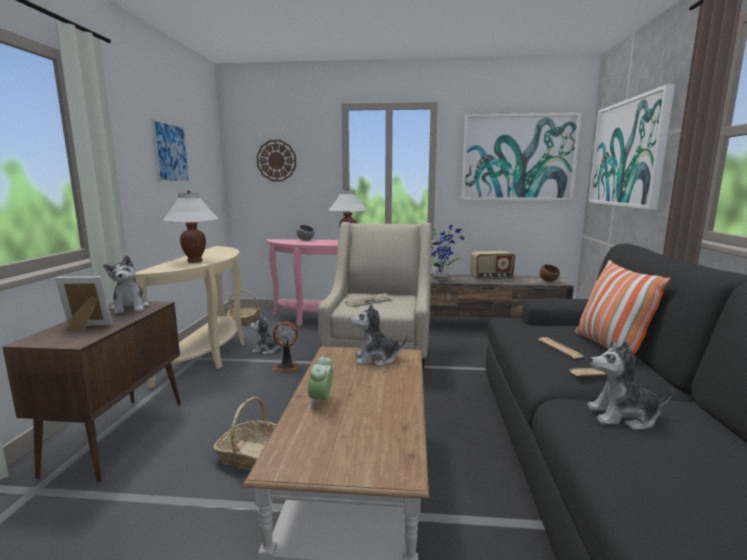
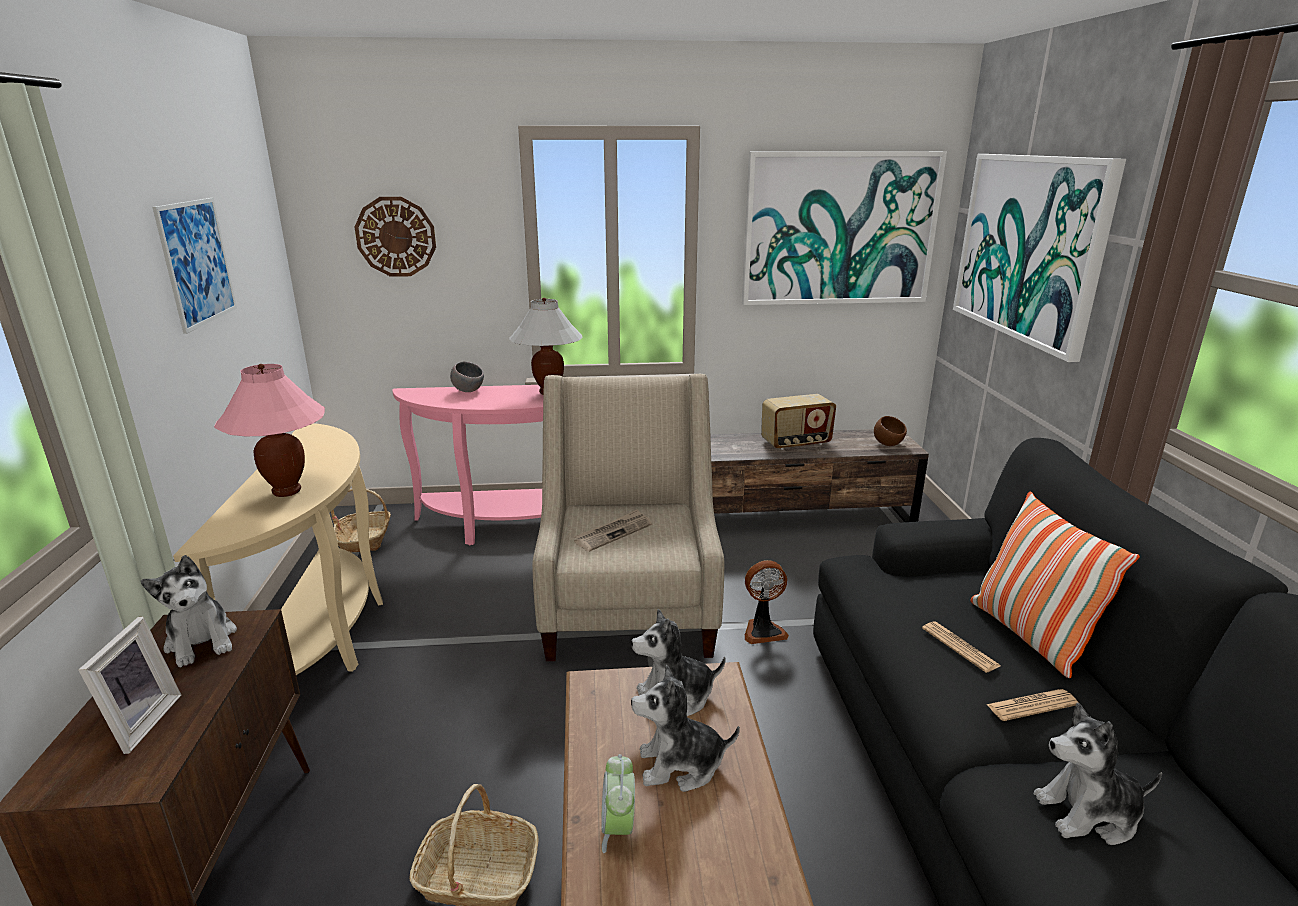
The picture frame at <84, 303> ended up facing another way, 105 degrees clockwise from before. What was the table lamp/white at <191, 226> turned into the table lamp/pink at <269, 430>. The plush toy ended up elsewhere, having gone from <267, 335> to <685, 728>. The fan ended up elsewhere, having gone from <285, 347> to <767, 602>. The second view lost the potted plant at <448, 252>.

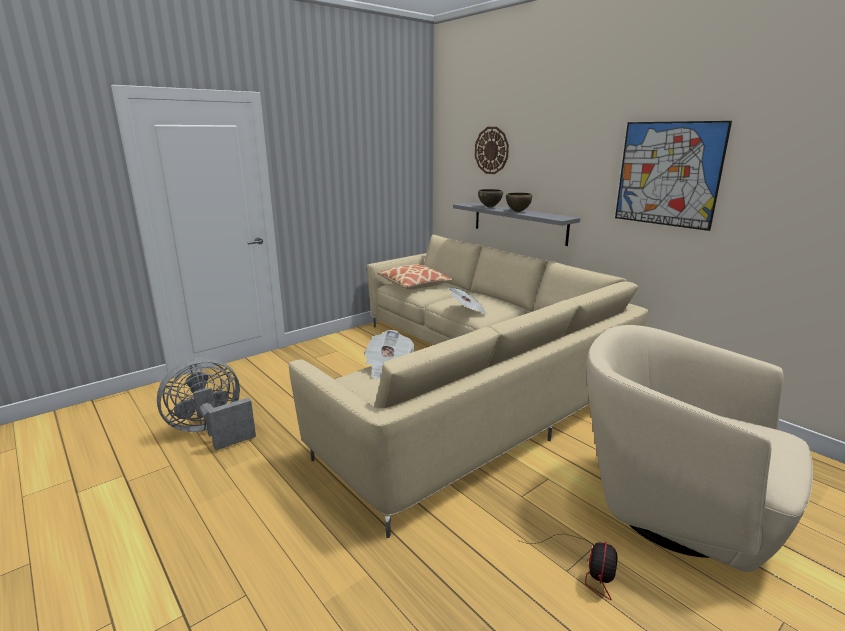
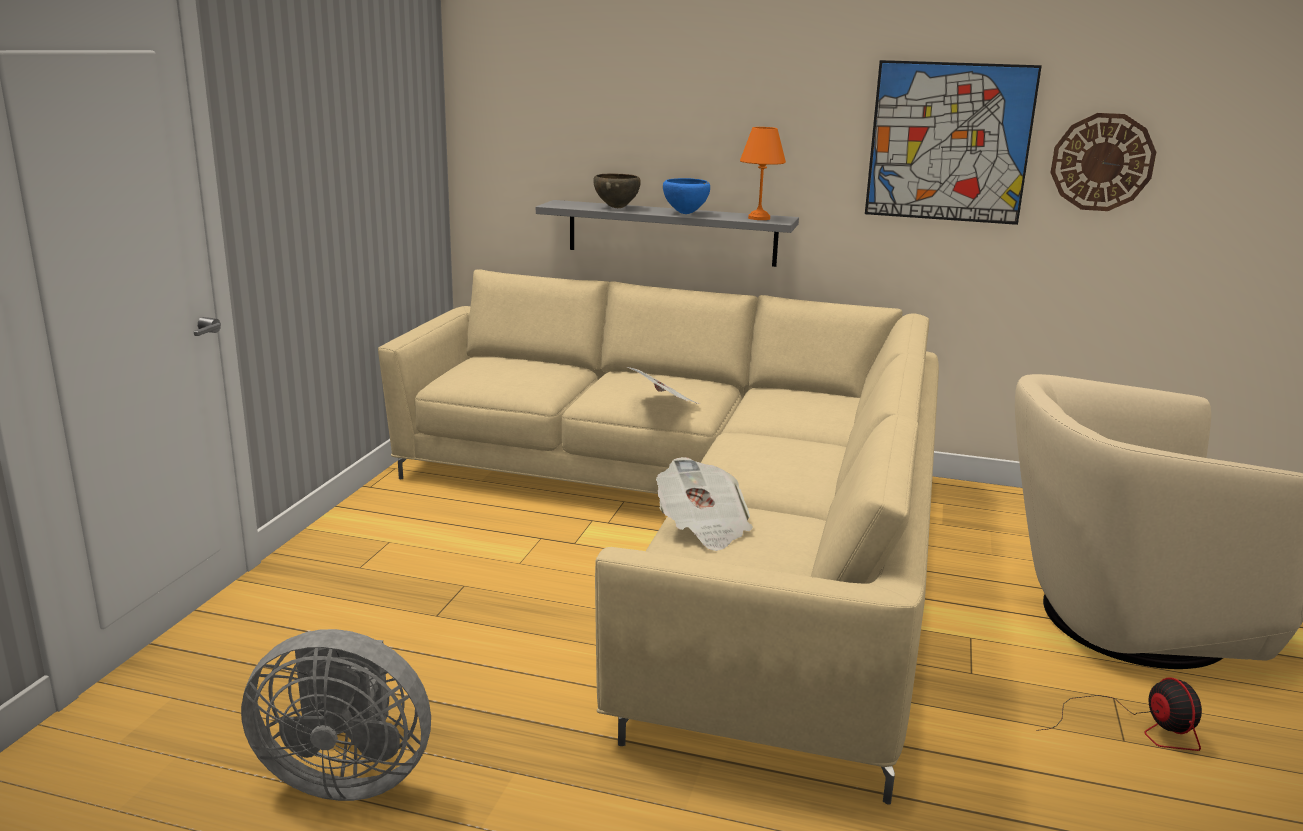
The fan/grey at <206, 403> ended up facing another way, 105 degrees counterclockwise from before. What was the bowl/brown at <519, 202> turned into the bowl/blue at <686, 196>. The second view gained the table lamp/orange at <763, 173>. The wall clock ended up elsewhere, having gone from <492, 150> to <1103, 162>. The second view lost the pillow at <415, 276>.

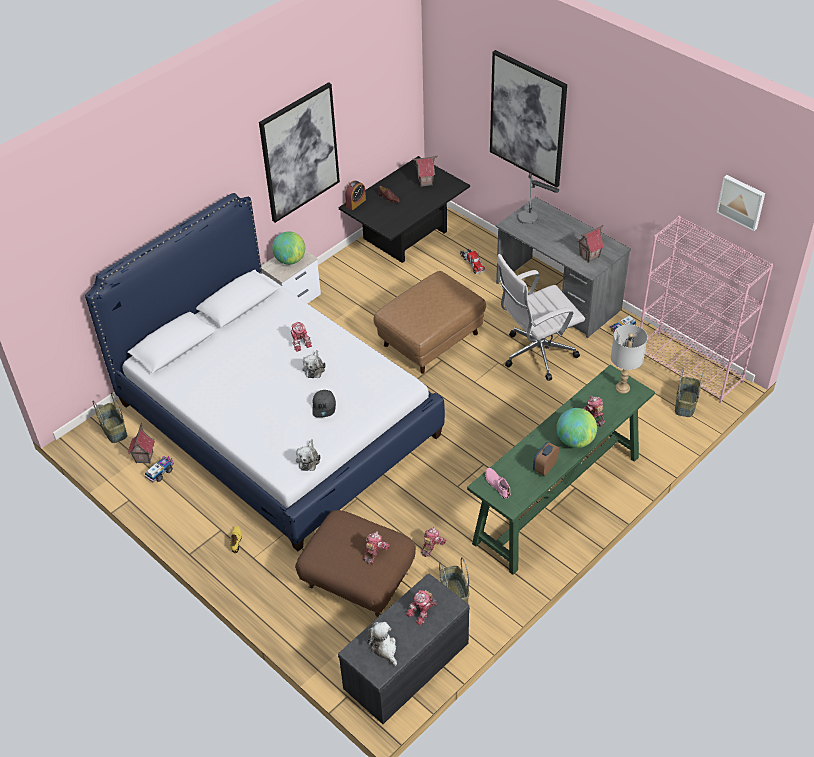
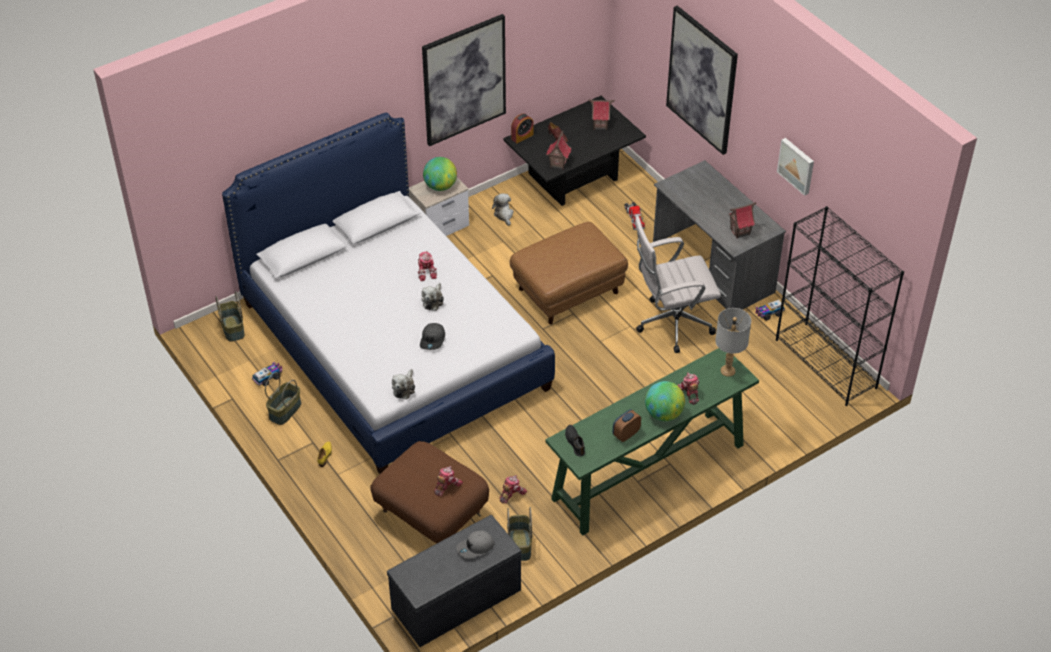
The basket ended up elsewhere, having gone from <689, 392> to <283, 398>. Where the toy robot stood at <421, 607>, the cap/grey came to stand at <475, 545>. The plush toy ended up elsewhere, having gone from <382, 644> to <503, 209>. The toy house ended up elsewhere, having gone from <141, 444> to <558, 150>. What was the shoe/pink at <498, 483> turned into the shoe/black at <575, 441>. What was the bookcase/pink at <706, 309> turned into the bookcase/black at <840, 306>. The picture ended up elsewhere, having gone from <741, 203> to <795, 167>. The second view lost the table lamp at <538, 198>.

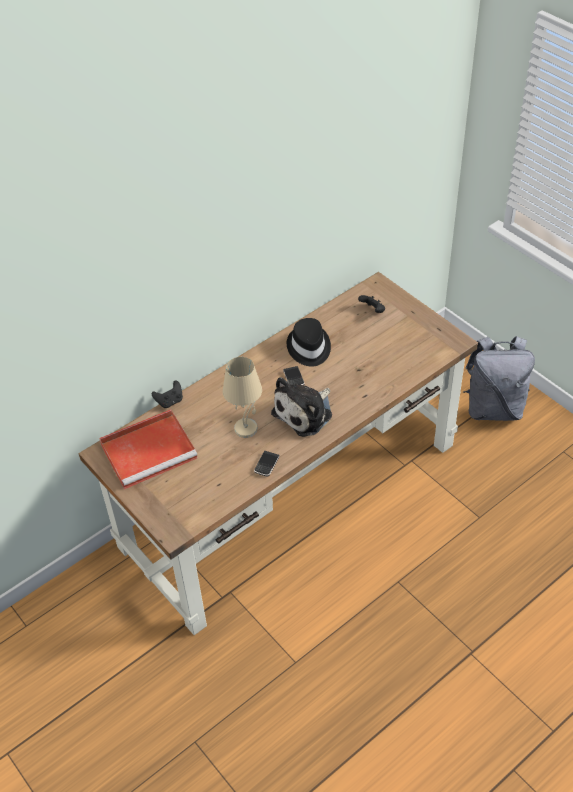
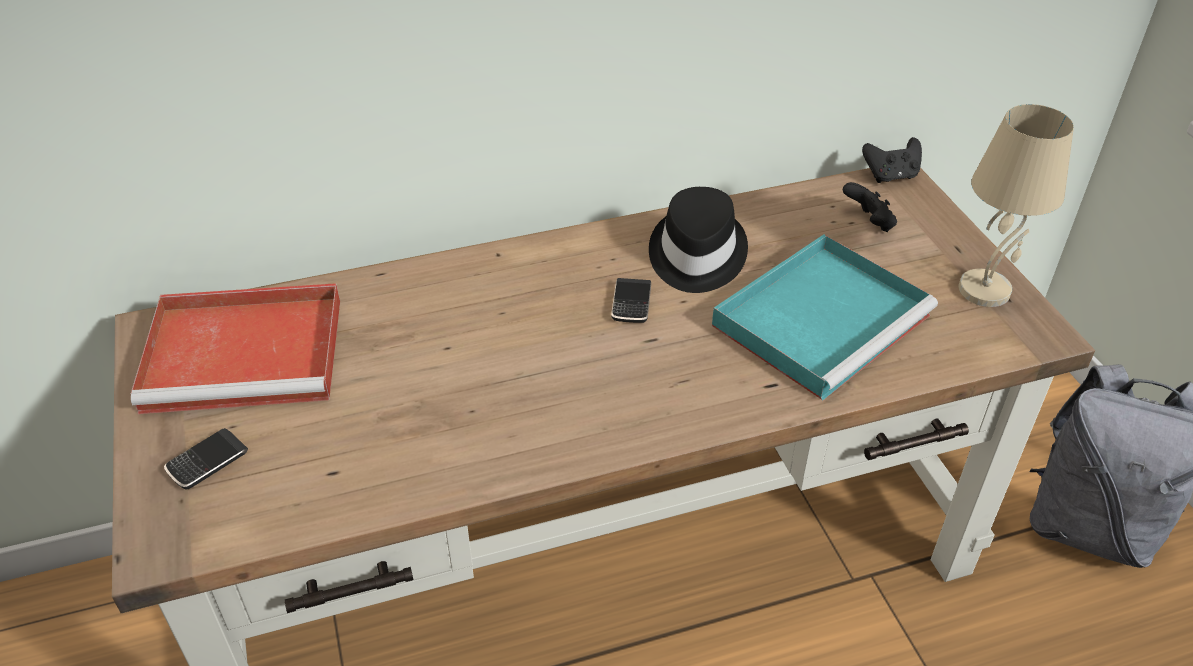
The phone ended up elsewhere, having gone from <266, 463> to <206, 458>. The second view gained the tray/turquoise at <825, 317>. The game controller/black ended up elsewhere, having gone from <167, 394> to <892, 160>. The table lamp/beige ended up elsewhere, having gone from <242, 397> to <1016, 205>. The second view lost the plush toy at <301, 407>.

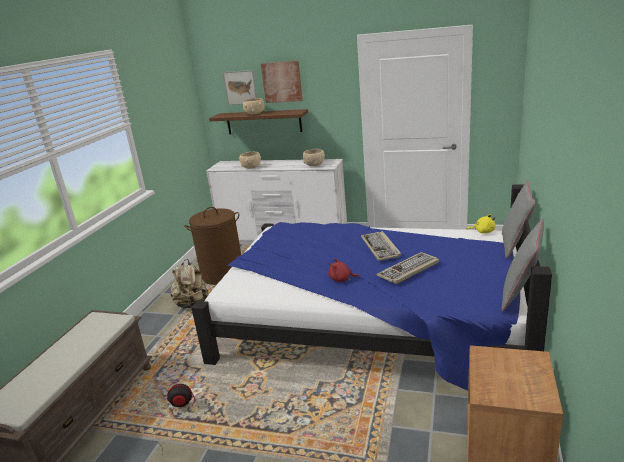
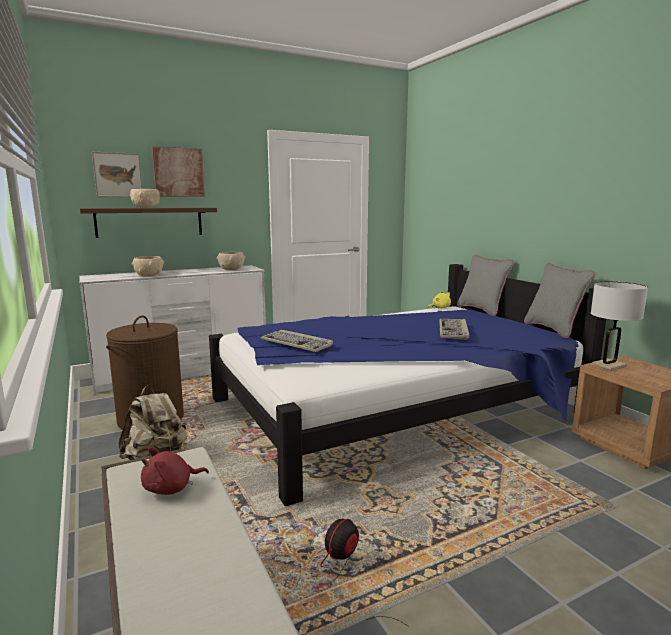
The plush toy/red ended up elsewhere, having gone from <344, 270> to <175, 471>. The keyboard ended up elsewhere, having gone from <381, 246> to <296, 341>. The second view gained the table lamp/white at <619, 326>.

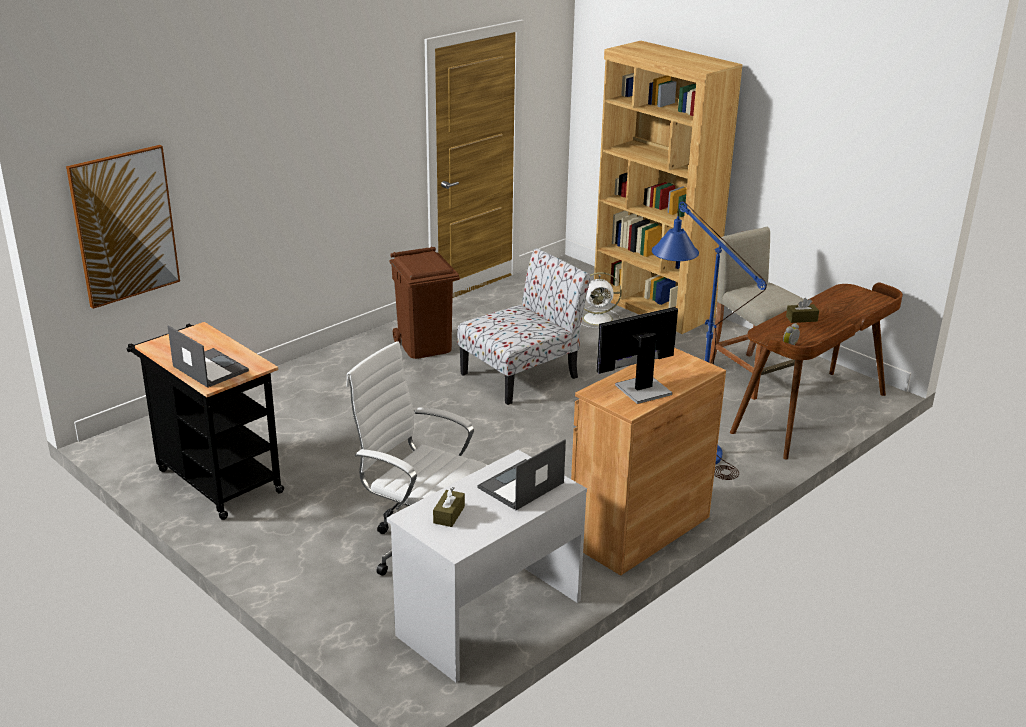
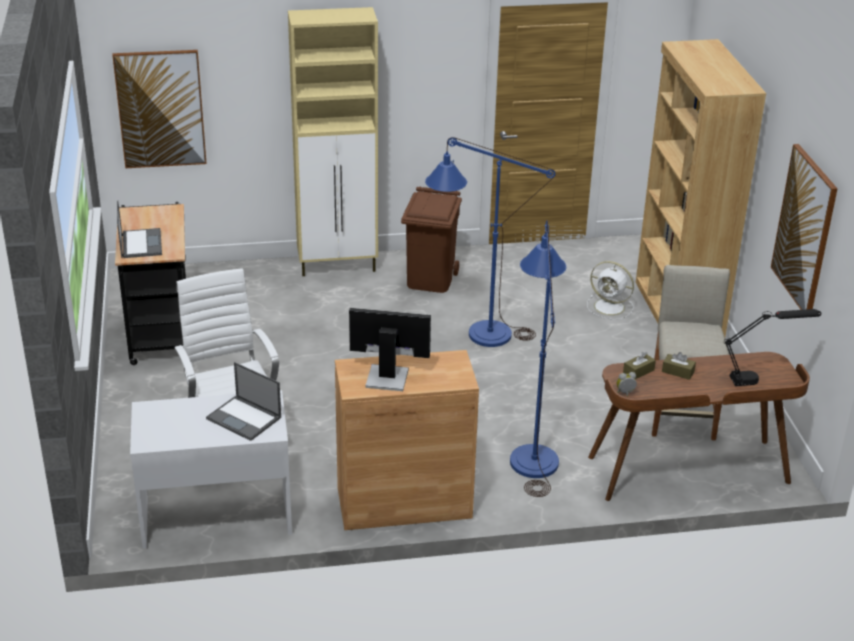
The laptop at <522, 474> ended up facing another way, 135 degrees counterclockwise from before. The second view gained the cabinet/beige at <333, 141>. Where the chair stood at <524, 326>, the floor lamp/blue came to stand at <490, 242>. The tissue box/brown ended up elsewhere, having gone from <449, 507> to <639, 365>. The second view gained the table lamp/black at <772, 347>. The second view gained the picture at <804, 227>.

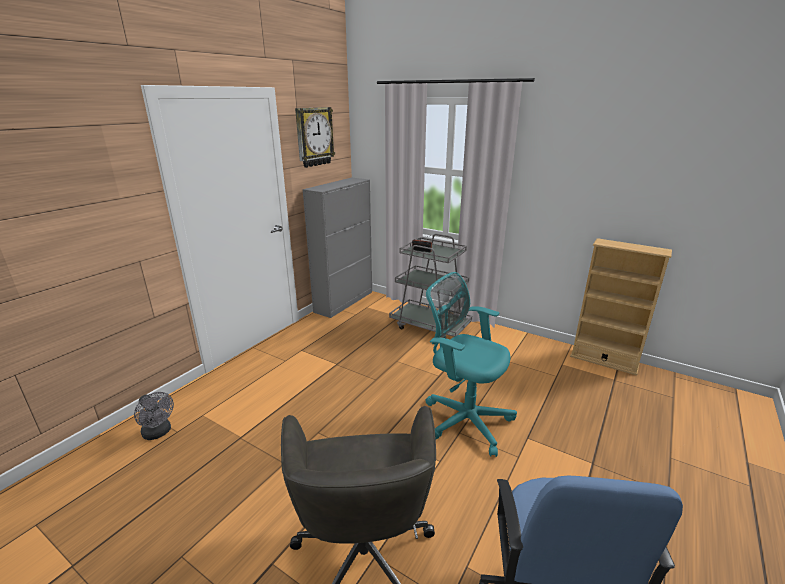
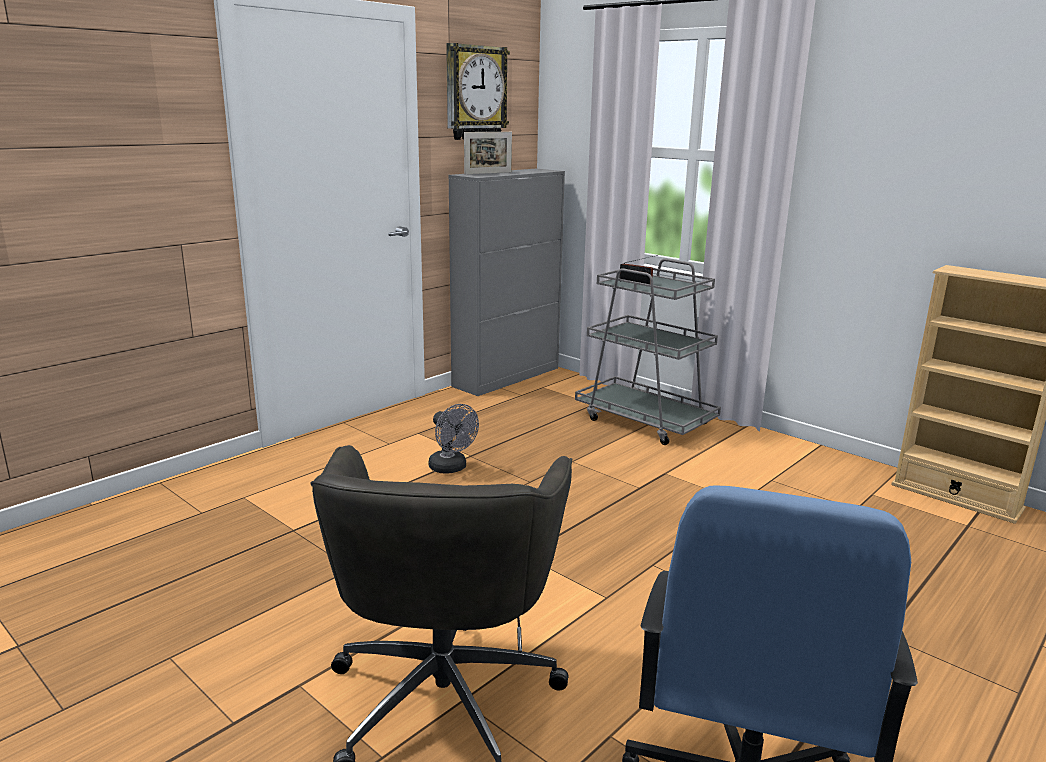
The fan/grey ended up elsewhere, having gone from <154, 416> to <454, 439>. The second view gained the picture frame at <488, 153>. The second view lost the office chair/turquoise at <471, 364>.

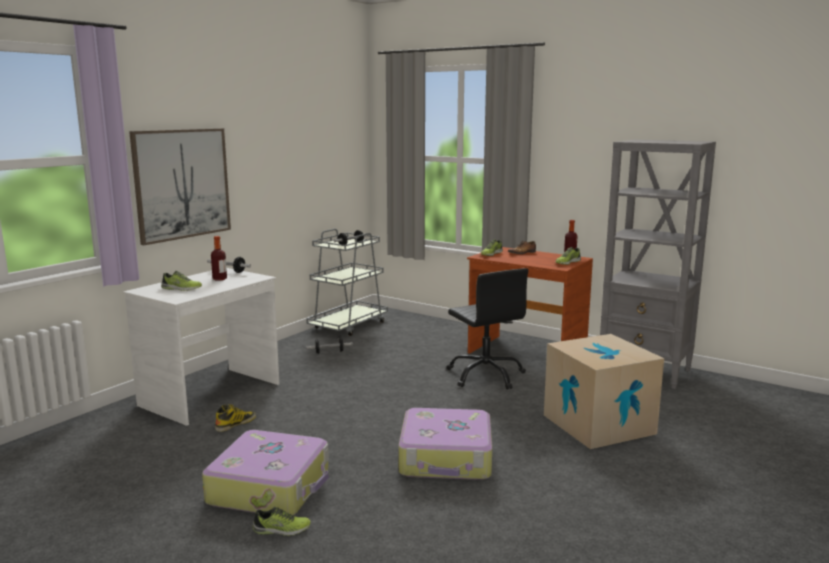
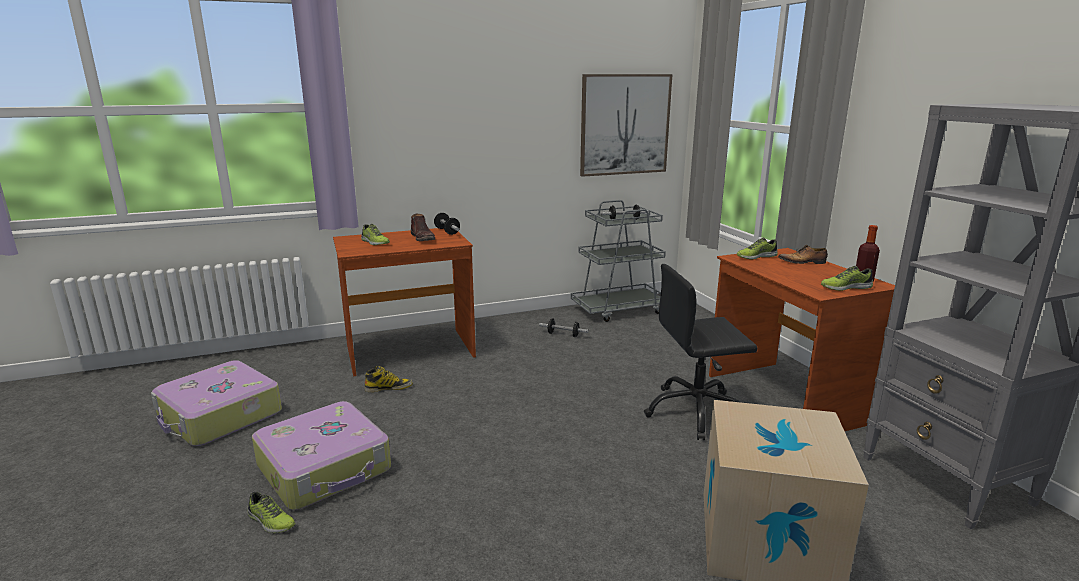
The suitcase ended up elsewhere, having gone from <445, 444> to <216, 403>. What was the desk/white at <201, 347> turned into the desk/brown at <404, 302>. Where the bottle stood at <219, 258>, the boot/brown came to stand at <423, 227>. The picture ended up elsewhere, having gone from <180, 186> to <626, 125>. The office chair/black at <487, 329> ended up facing another way, 75 degrees clockwise from before.

